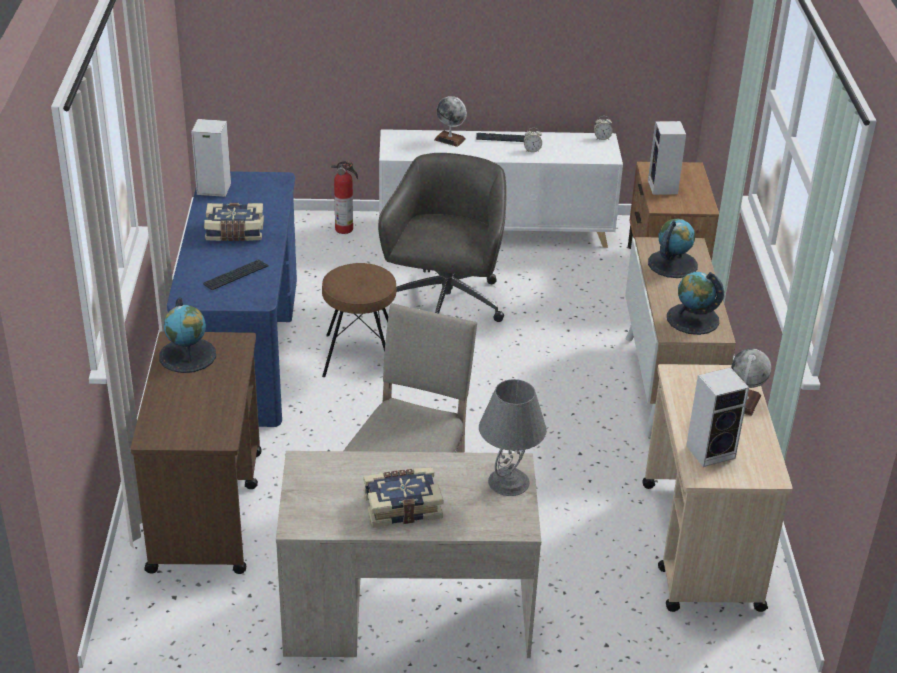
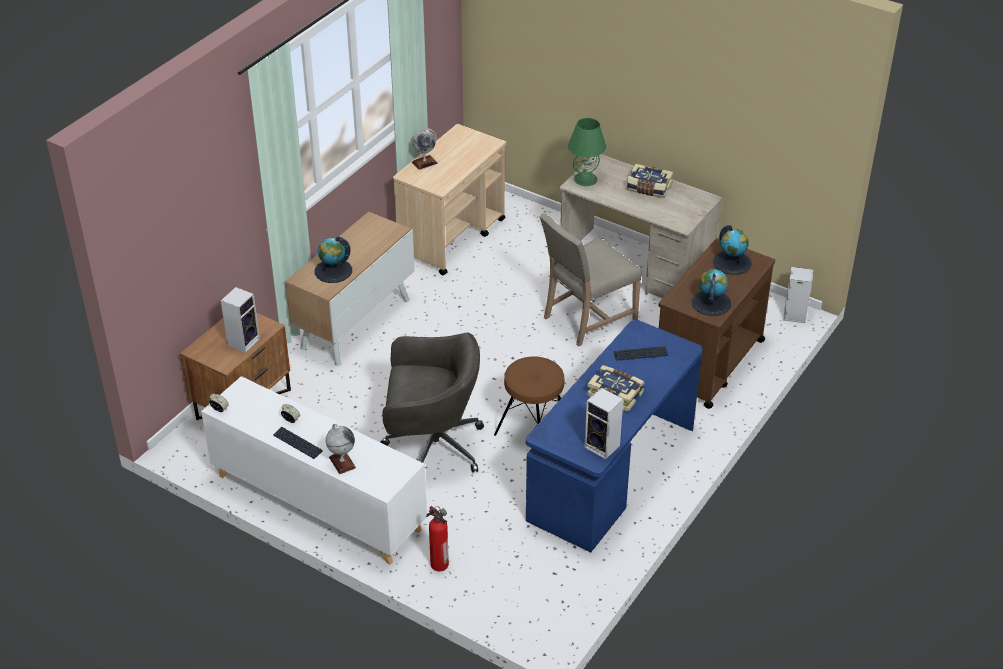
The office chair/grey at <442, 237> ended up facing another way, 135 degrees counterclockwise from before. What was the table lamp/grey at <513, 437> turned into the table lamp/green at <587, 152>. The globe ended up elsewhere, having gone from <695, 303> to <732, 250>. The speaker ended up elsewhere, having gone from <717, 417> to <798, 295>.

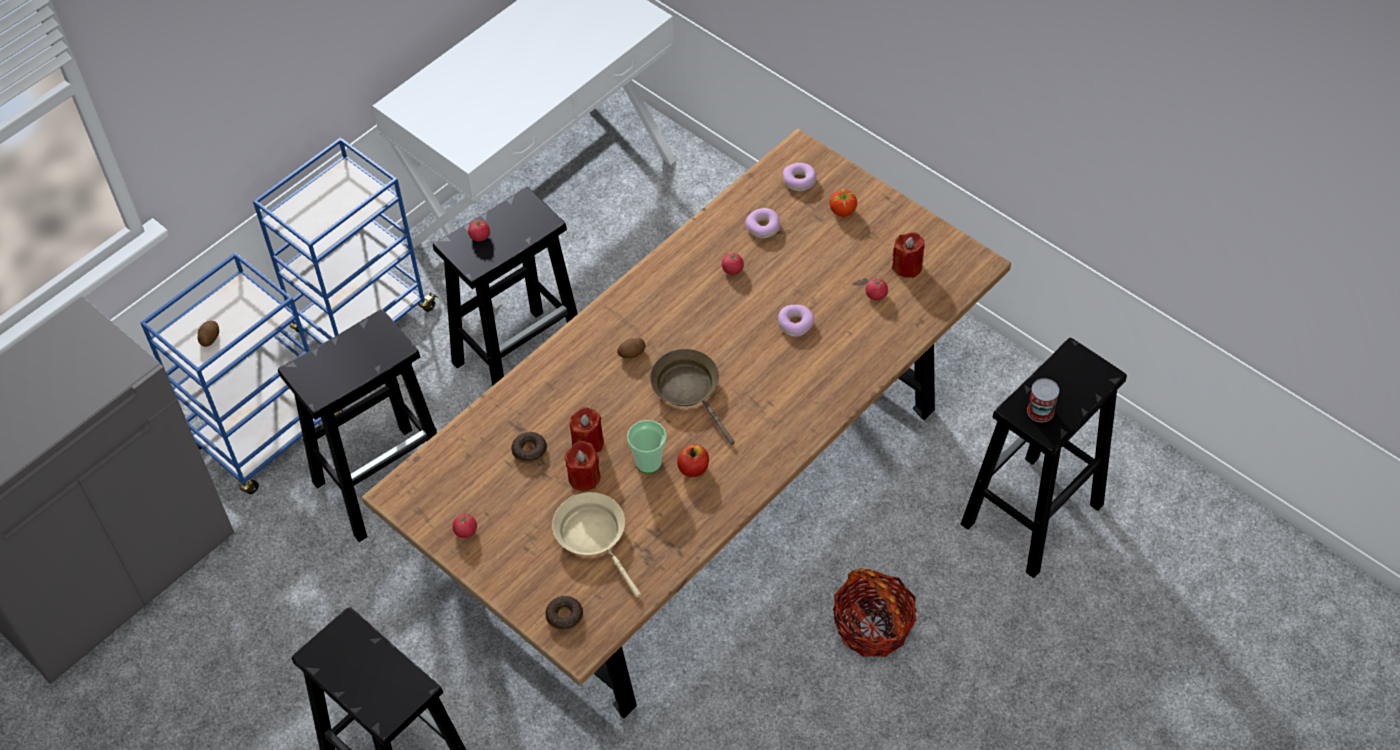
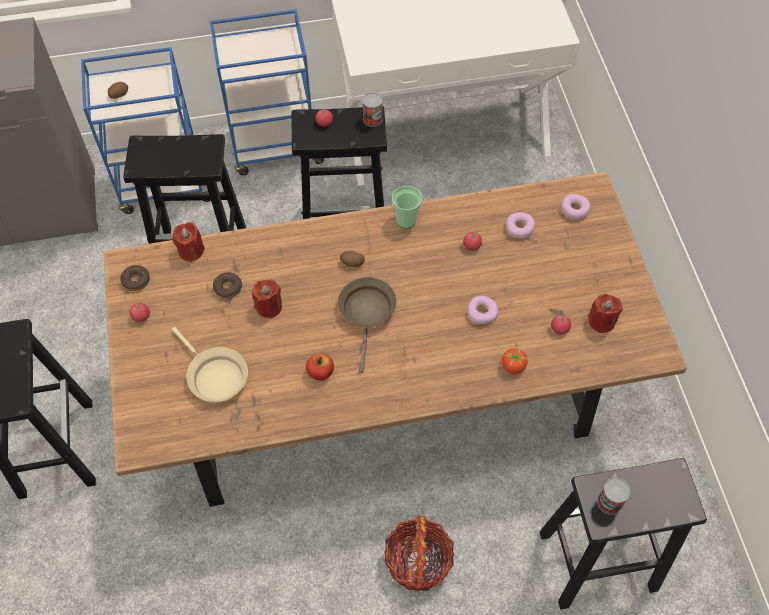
The donut ended up elsewhere, having gone from <564, 613> to <135, 278>. The candle/red ended up elsewhere, having gone from <582, 466> to <188, 242>. The frying pan/beige at <596, 544> ended up facing another way, 135 degrees clockwise from before. The second view gained the can at <372, 109>. The cup ended up elsewhere, having gone from <646, 446> to <407, 207>. The tomato ended up elsewhere, having gone from <844, 202> to <516, 361>.

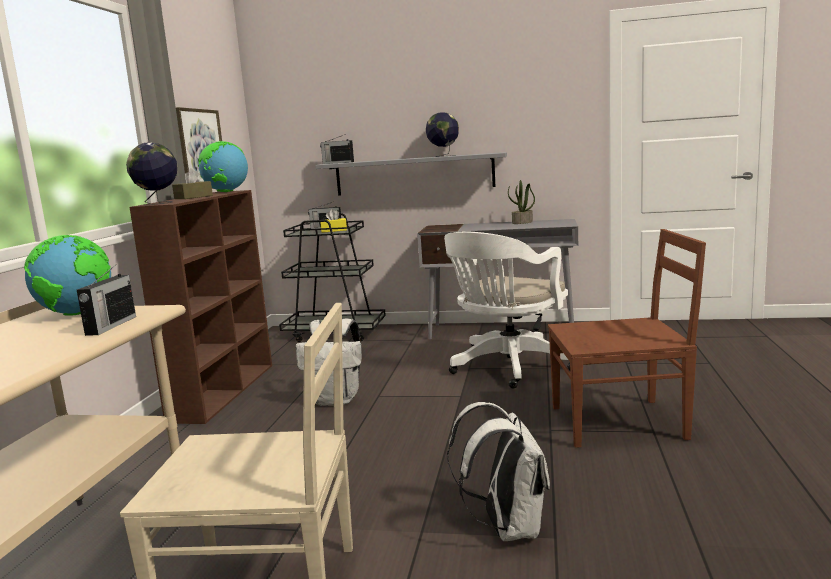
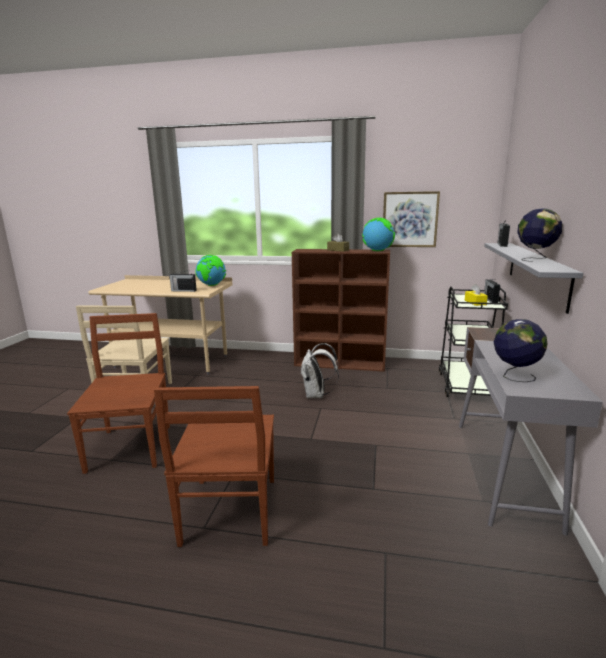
Where the backpack/white stood at <498, 471>, the chair/brown came to stand at <118, 393>. The globe ended up elsewhere, having gone from <151, 173> to <520, 350>. The second view lost the office chair/white at <507, 310>. The second view lost the potted plant at <521, 202>.

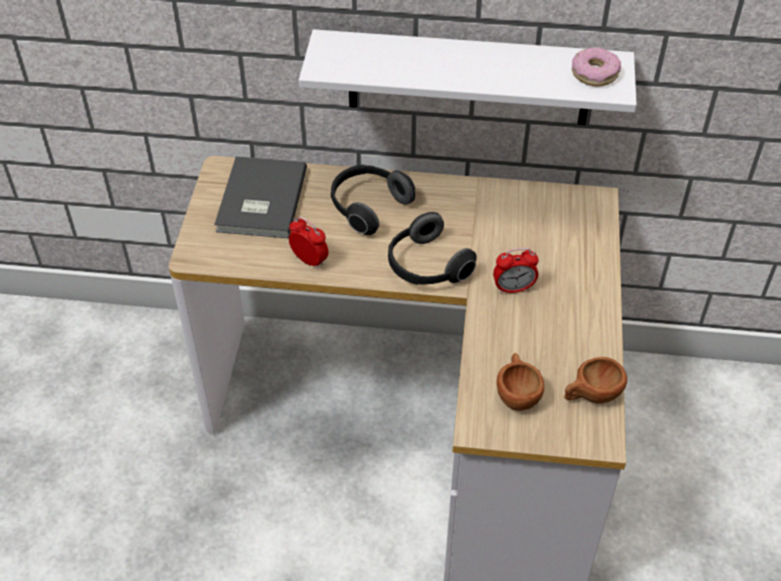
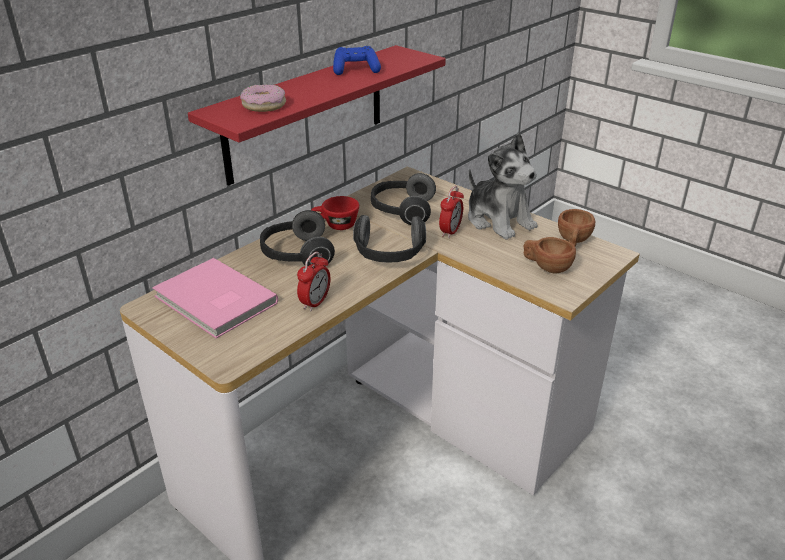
What was the book/grey at <260, 197> turned into the book/pink at <215, 298>. What was the shelf/white at <468, 77> turned into the shelf/red at <317, 115>. The donut ended up elsewhere, having gone from <596, 66> to <263, 98>. The alarm clock at <309, 243> ended up facing another way, 135 degrees clockwise from before. The second view gained the cup/red at <335, 213>. The second view gained the game controller/blue at <357, 60>. The second view gained the headphones at <403, 199>. The second view gained the plush toy at <503, 186>.

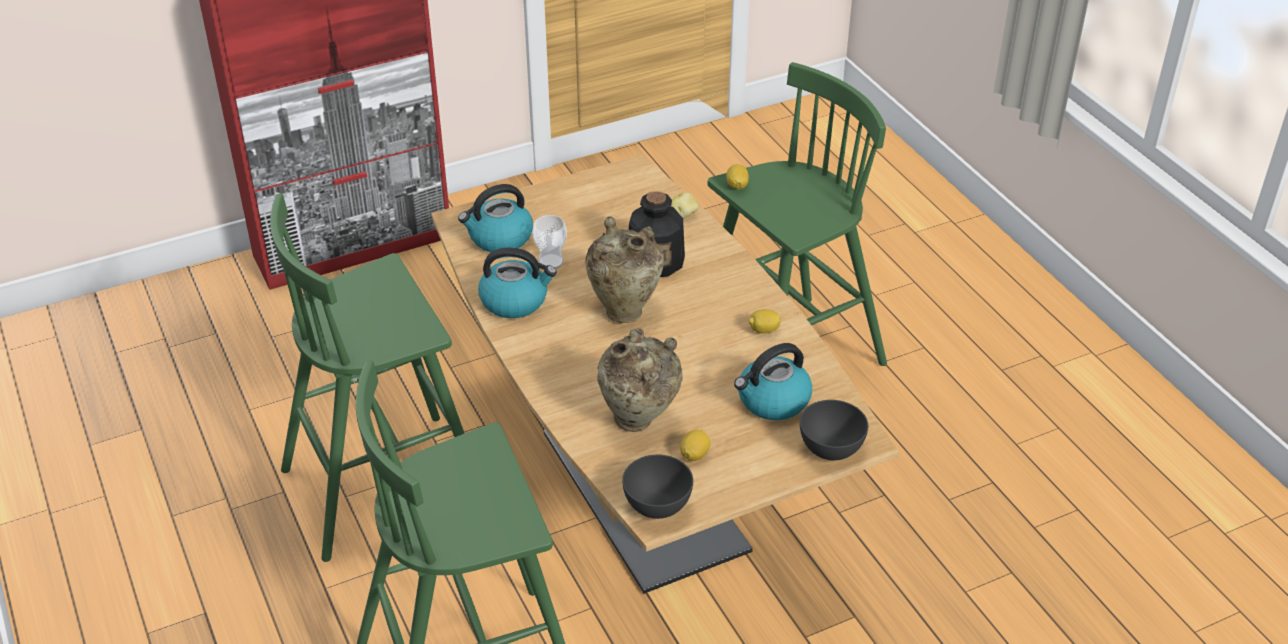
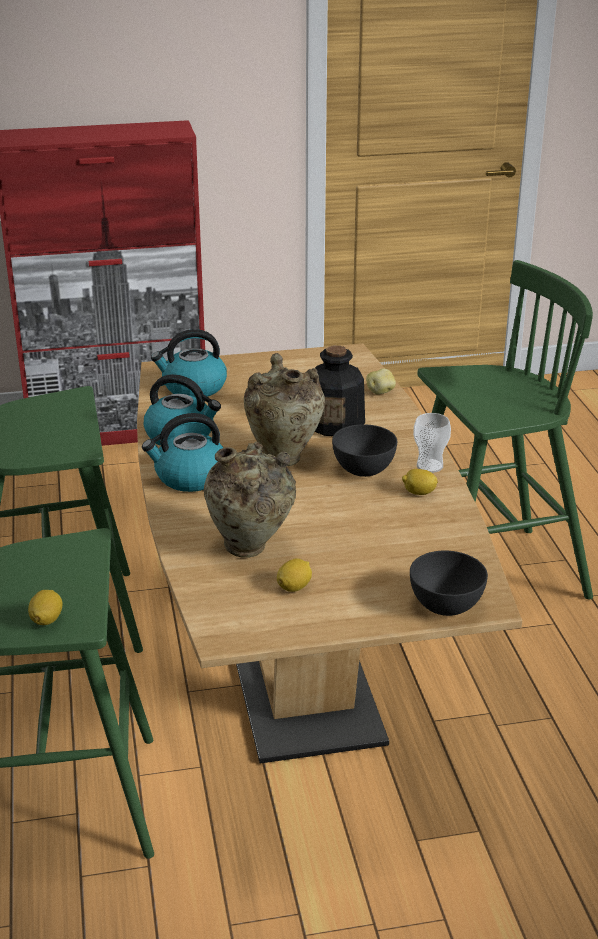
The lemon ended up elsewhere, having gone from <737, 176> to <45, 607>. The kettle ended up elsewhere, having gone from <773, 381> to <182, 452>. The bowl/grey ended up elsewhere, having gone from <657, 487> to <364, 450>. The cup ended up elsewhere, having gone from <549, 242> to <432, 443>.

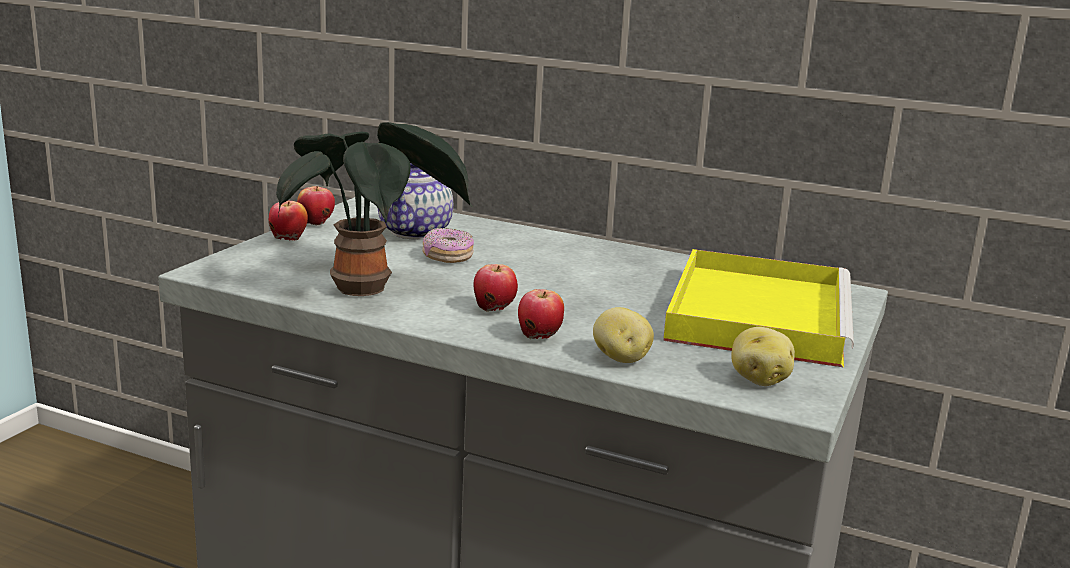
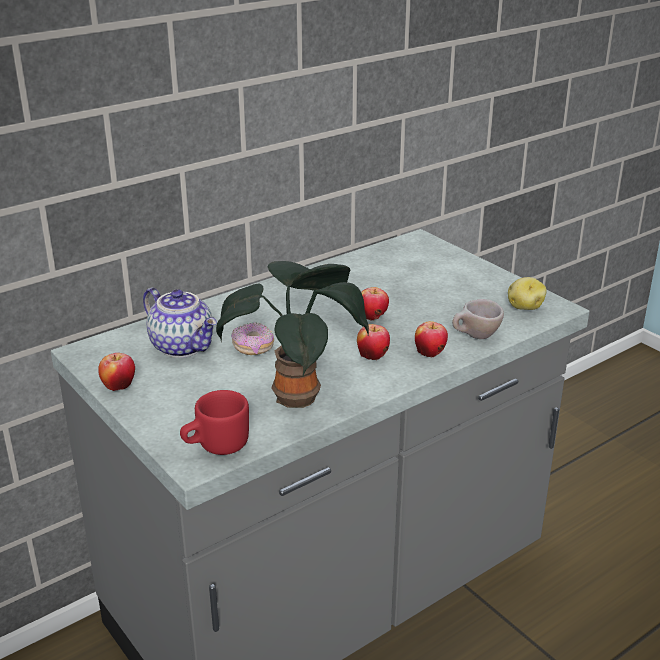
The second view gained the mug/red at <214, 422>. The apple ended up elsewhere, having gone from <288, 220> to <375, 304>. Where the potato stood at <623, 335>, the cup/beige came to stand at <478, 319>. The second view lost the tray/yellow at <758, 308>.

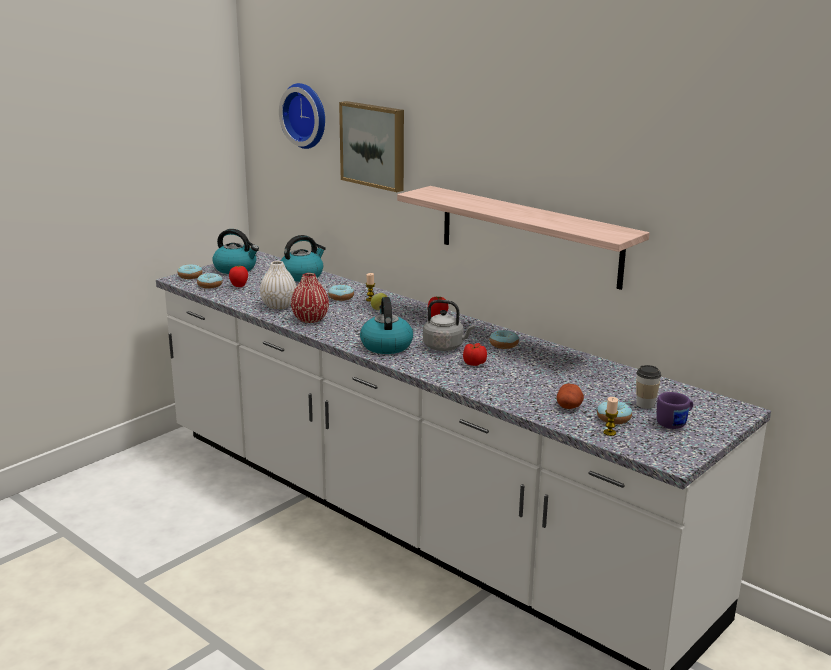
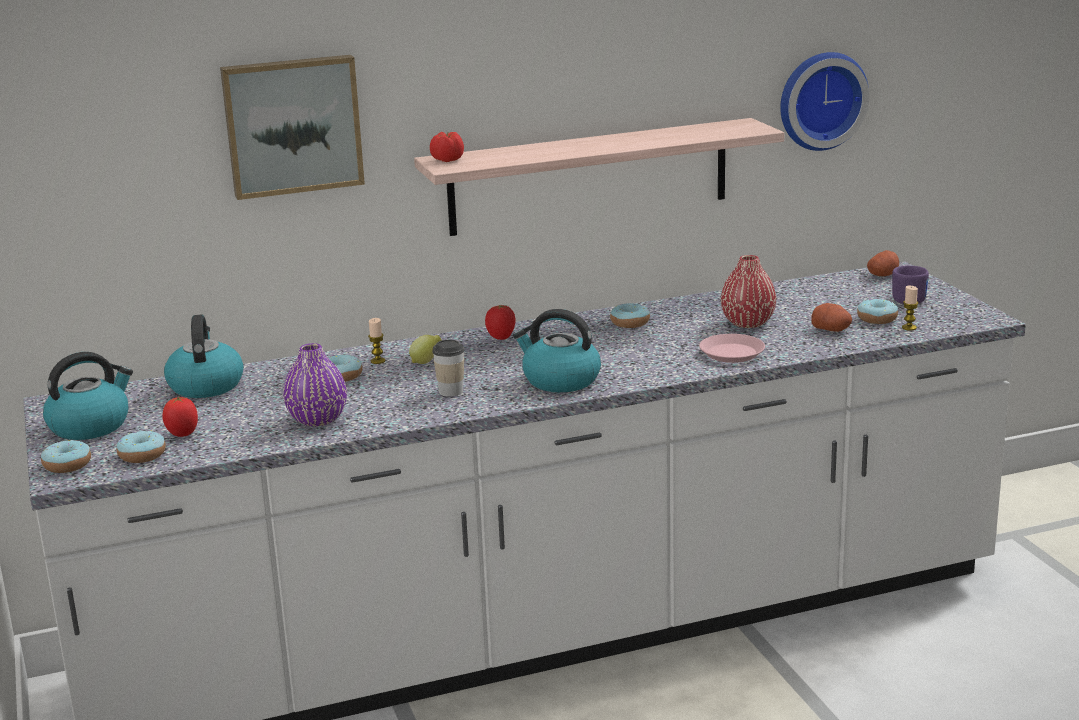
What was the vase/white at <278, 285> turned into the vase/purple at <315, 385>. The tomato ended up elsewhere, having gone from <475, 354> to <447, 146>. The cup ended up elsewhere, having gone from <649, 387> to <448, 368>. The second view gained the plate/pink at <732, 348>. The vase/red ended up elsewhere, having gone from <310, 298> to <748, 291>. The wall clock ended up elsewhere, having gone from <302, 116> to <824, 101>. The second view gained the potato at <883, 263>. The second view lost the kettle/grey at <449, 325>.

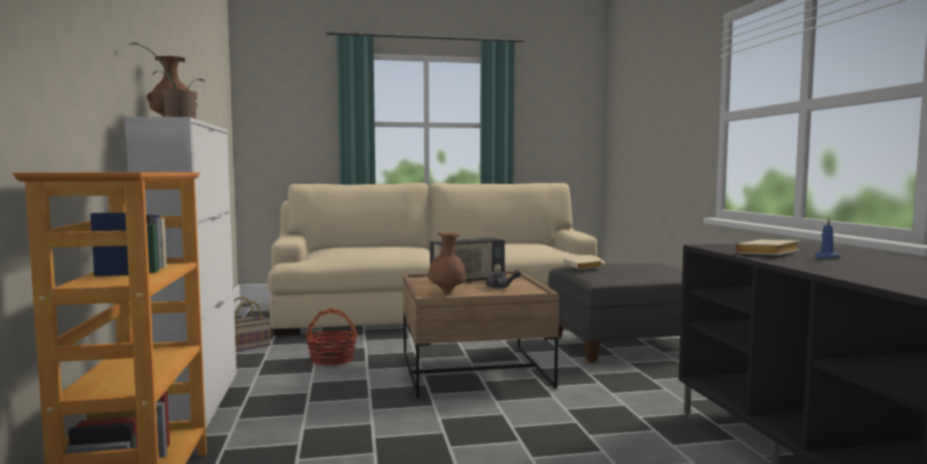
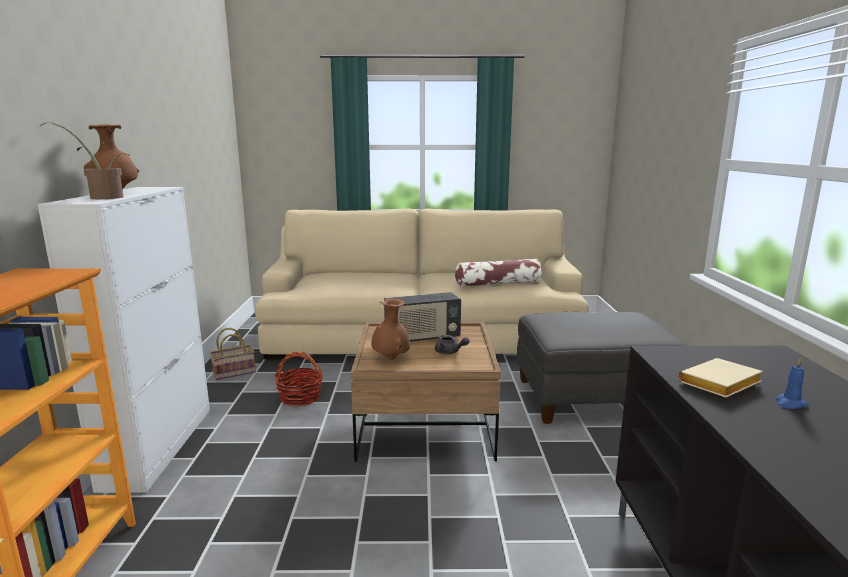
The second view gained the pillow at <499, 272>. The second view lost the book/beige at <582, 262>.

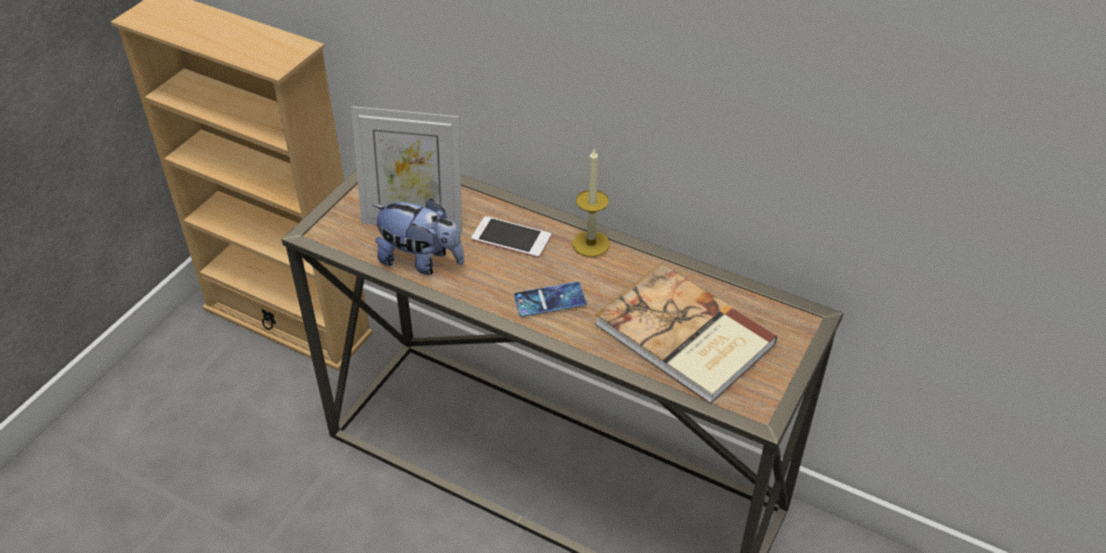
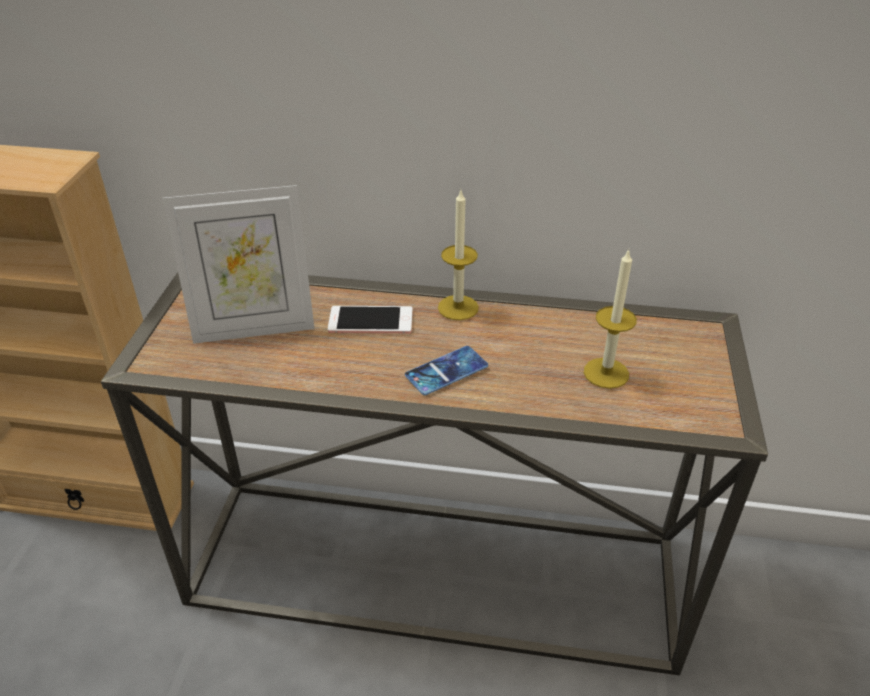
Where the book stood at <686, 333>, the candle came to stand at <610, 319>. The second view lost the plush toy at <418, 237>.

